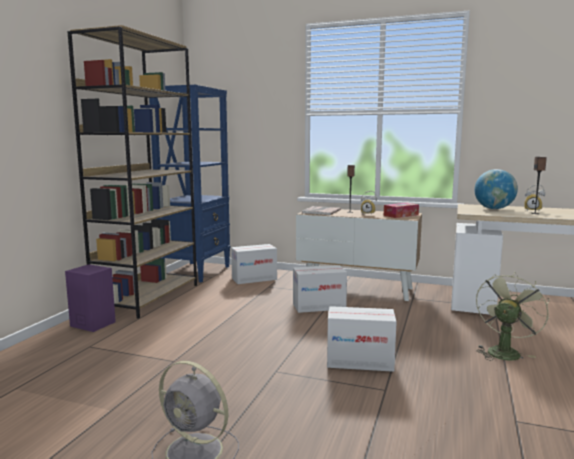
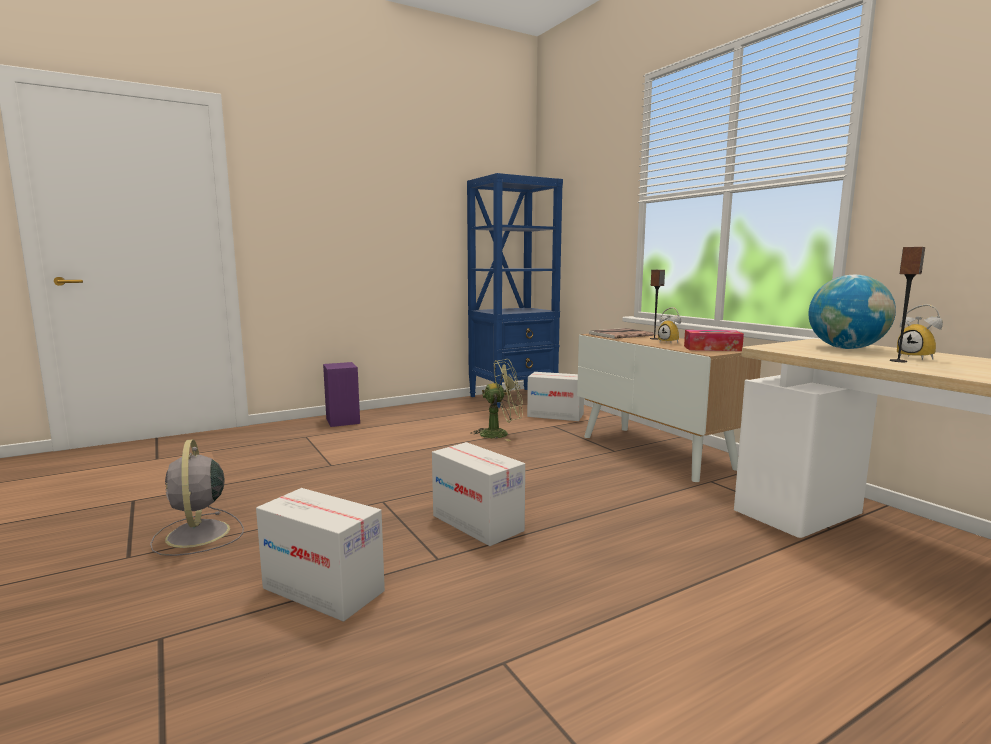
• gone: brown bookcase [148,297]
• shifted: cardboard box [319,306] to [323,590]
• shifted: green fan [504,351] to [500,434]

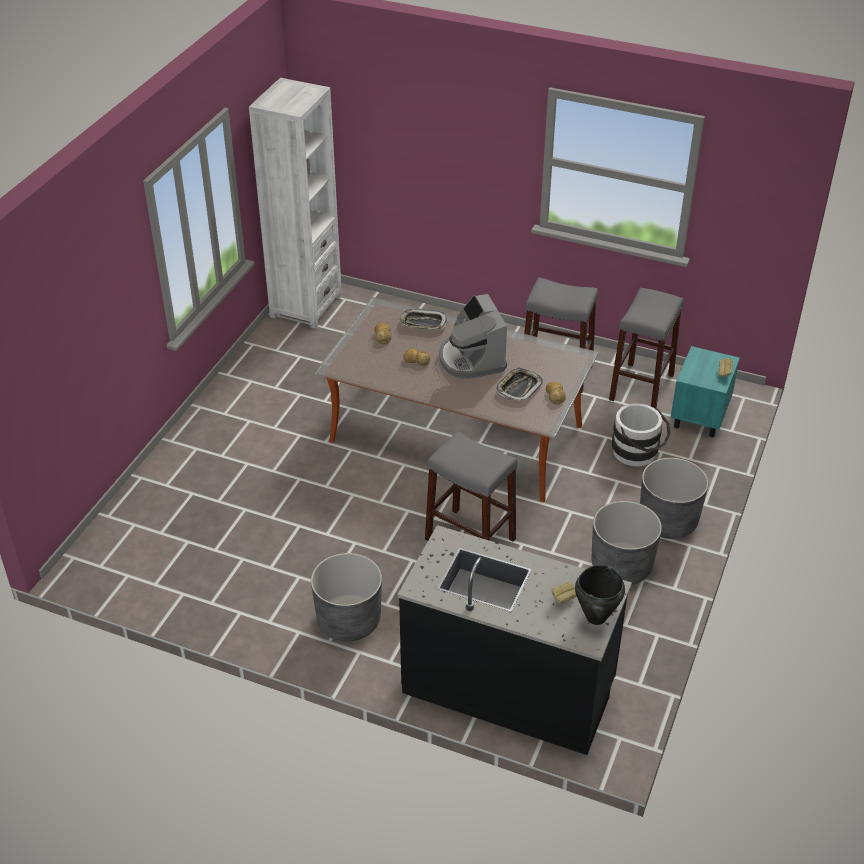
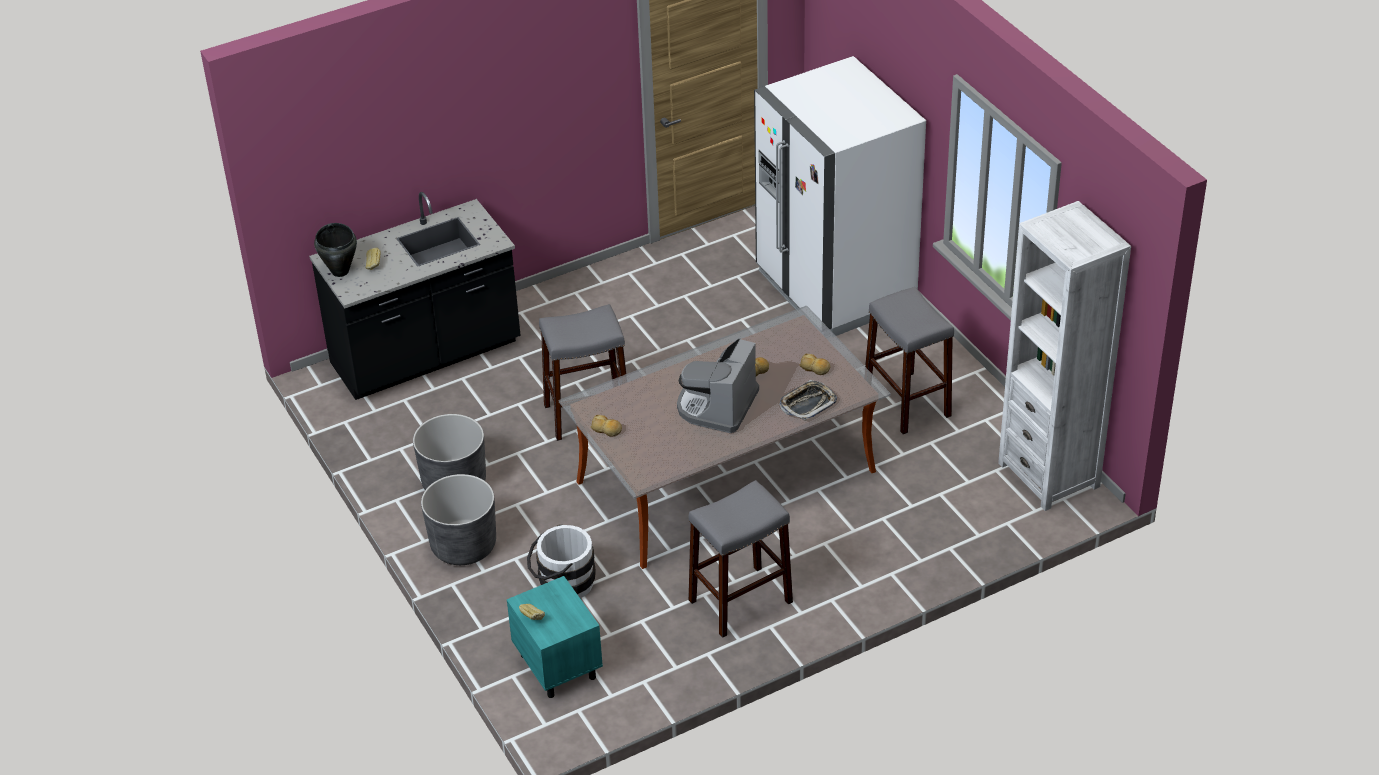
• gone: grey planter [349,620]
• gone: tray [519,387]
• new: white fridge [835,288]
• shifted: grey stool [641,387] to [907,402]
• rotated: coffee machine [471,359] = [717,406] 90 degrees counterclockwise

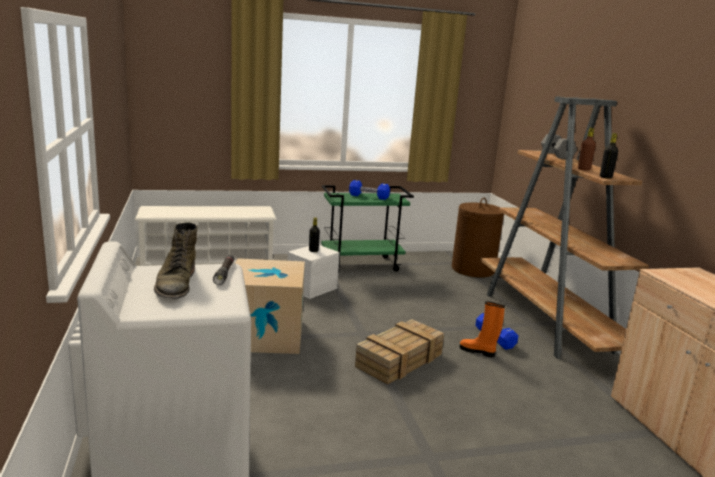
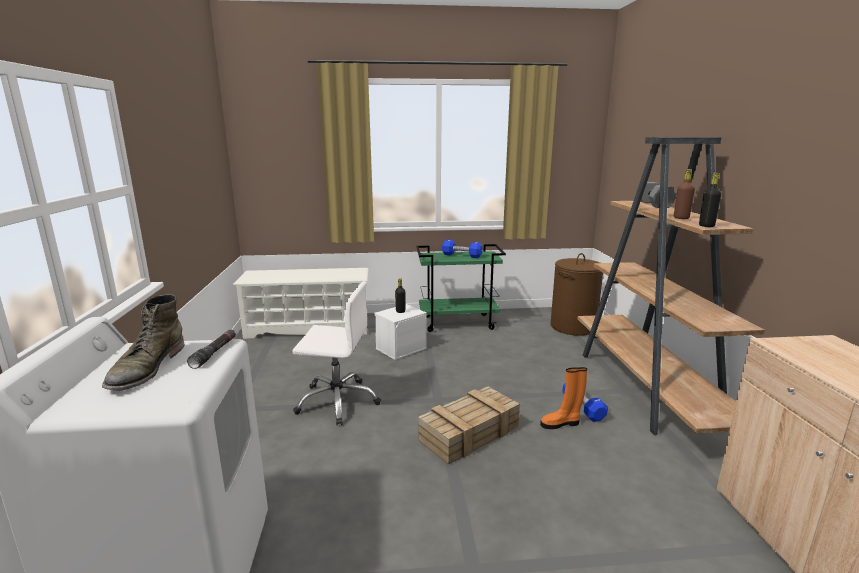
• swapped: cardboard box [266,335] to white office chair [338,401]
• rotated: orange boot [478,351] = [561,423] 45 degrees counterclockwise

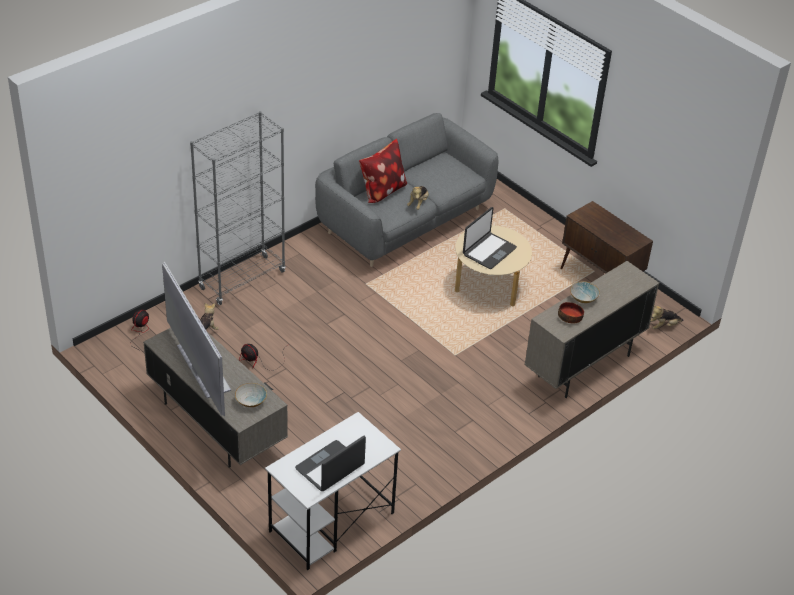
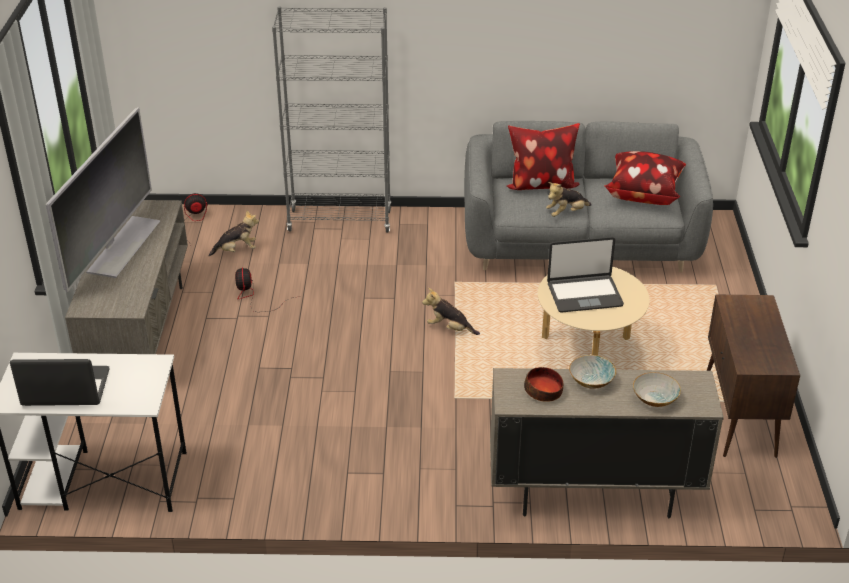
• new: pillow [643,194]
• shifted: bowl [251,401] to [654,399]
• shifted: plush toy [663,326] to [449,328]

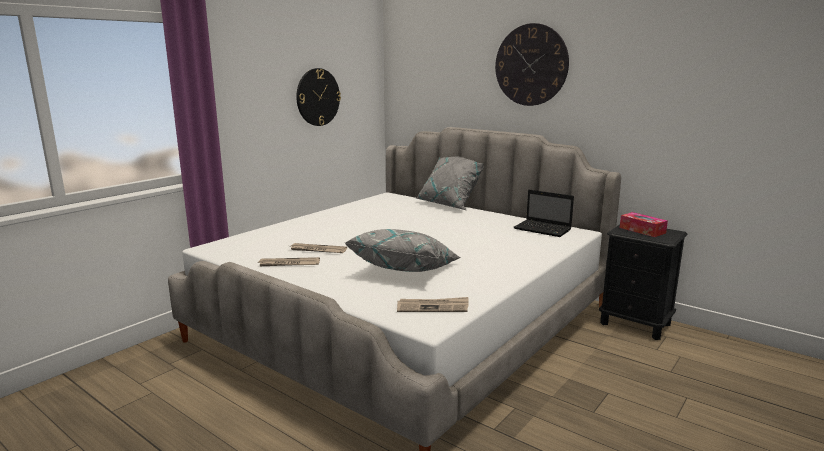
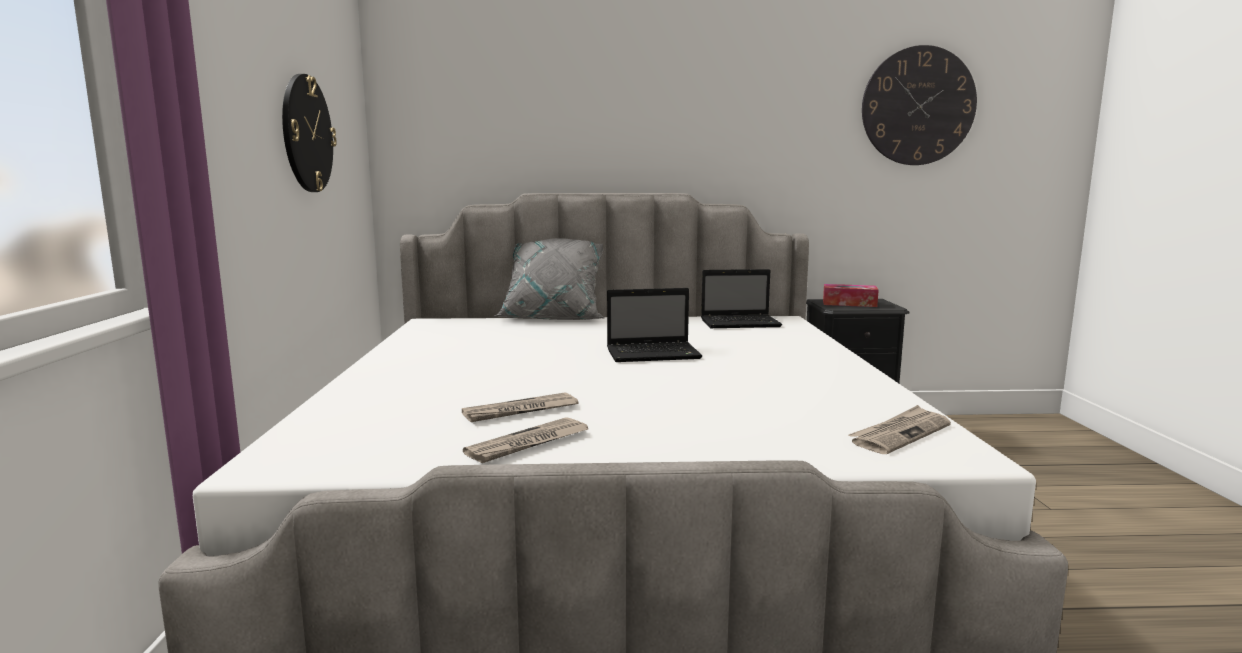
• gone: grey pillow [406,270]
• new: laptop [655,354]
• shifted: wall clock [531,65] to [918,106]

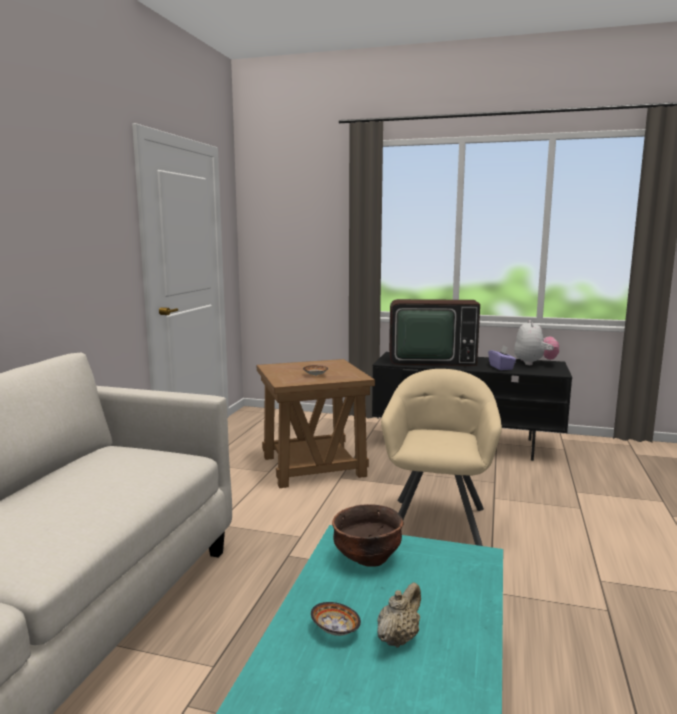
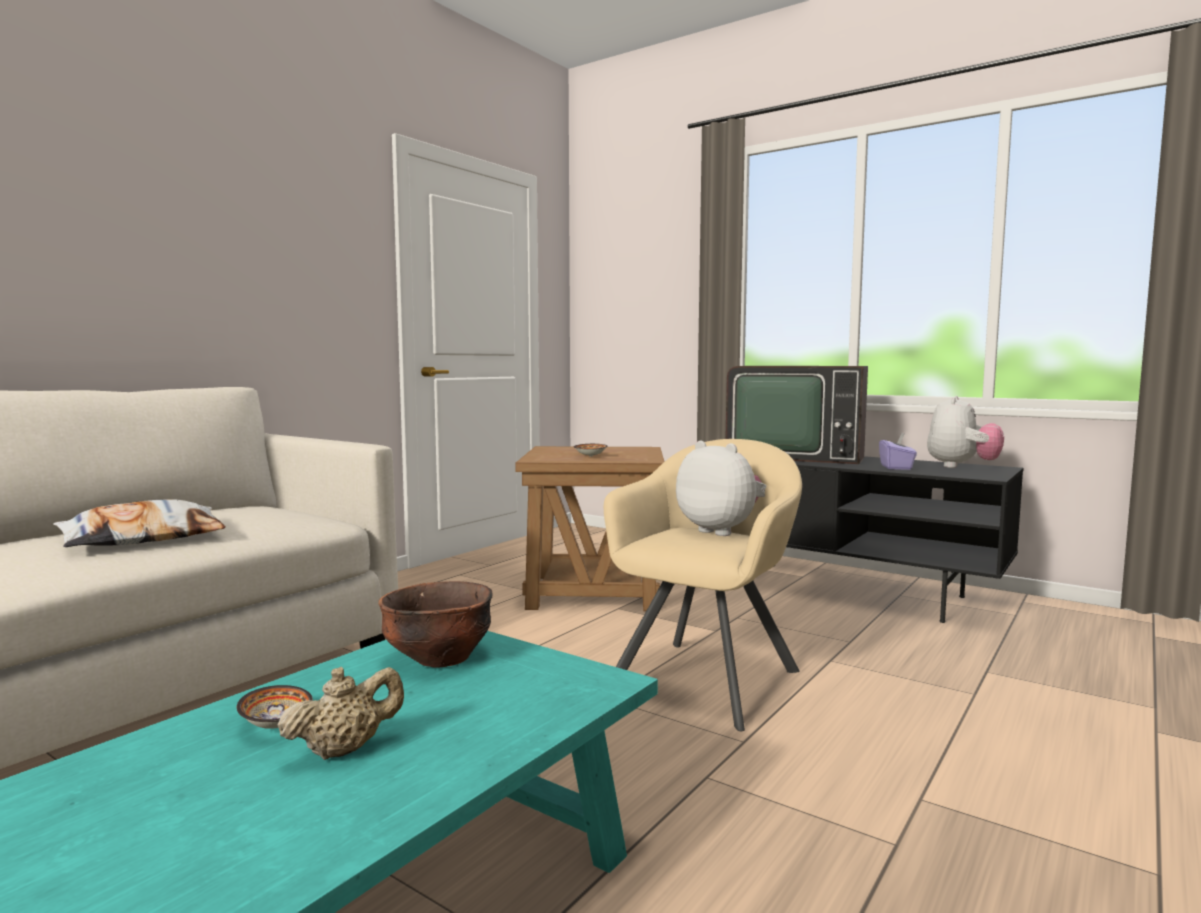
• new: pillow [144,538]
• new: plush toy [722,531]

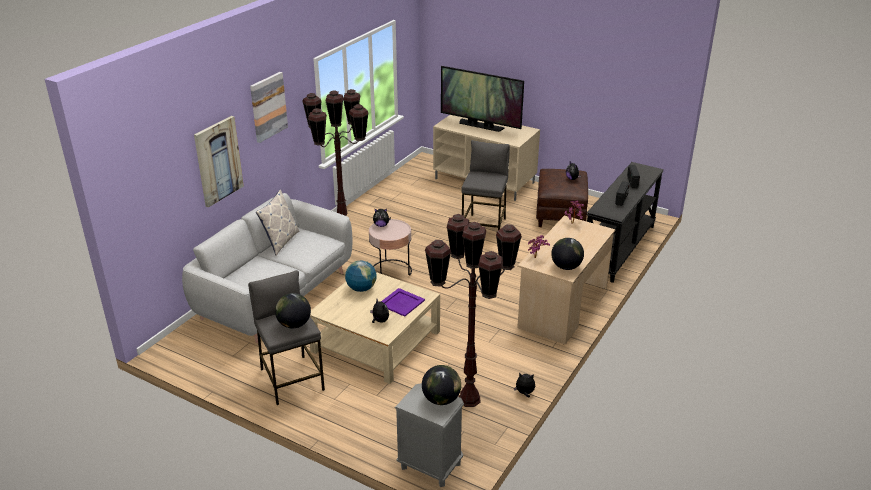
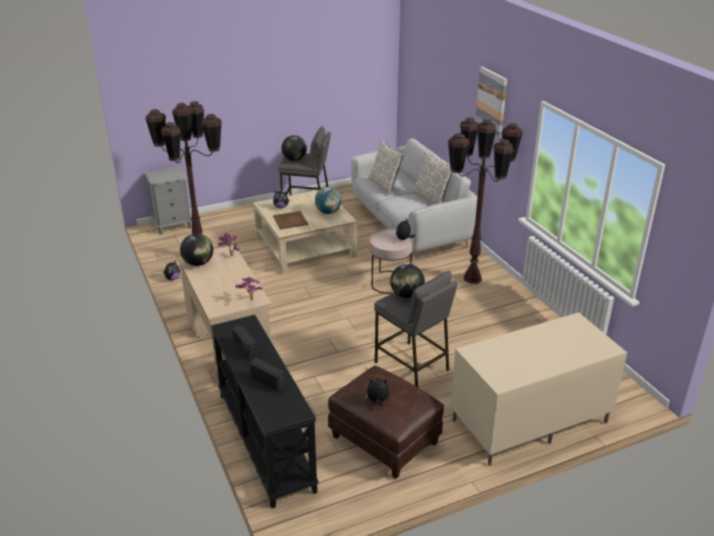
• gone: picture [218,161]
• gone: television [480,125]
• new: pillow [385,185]
• shifted: globe [441,399] to [406,295]
• repainted: purple tray [401,302] to brown tray [290,220]

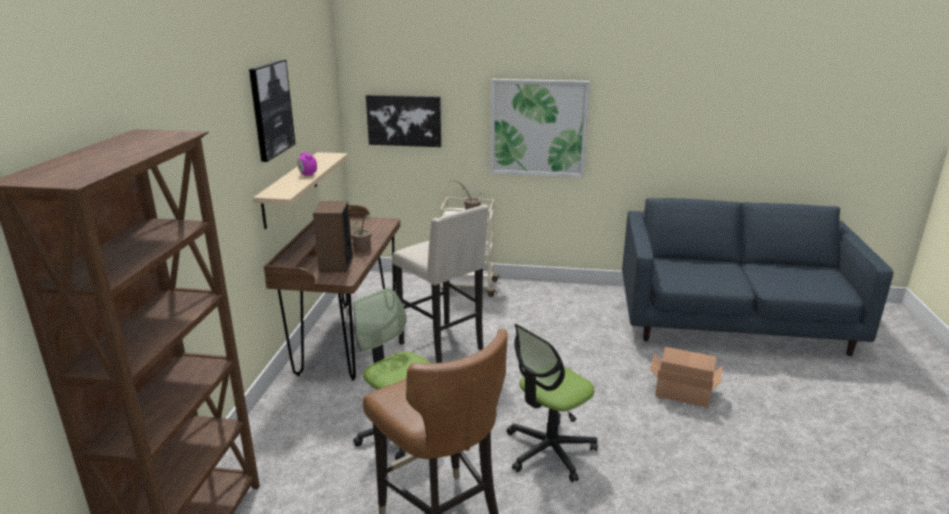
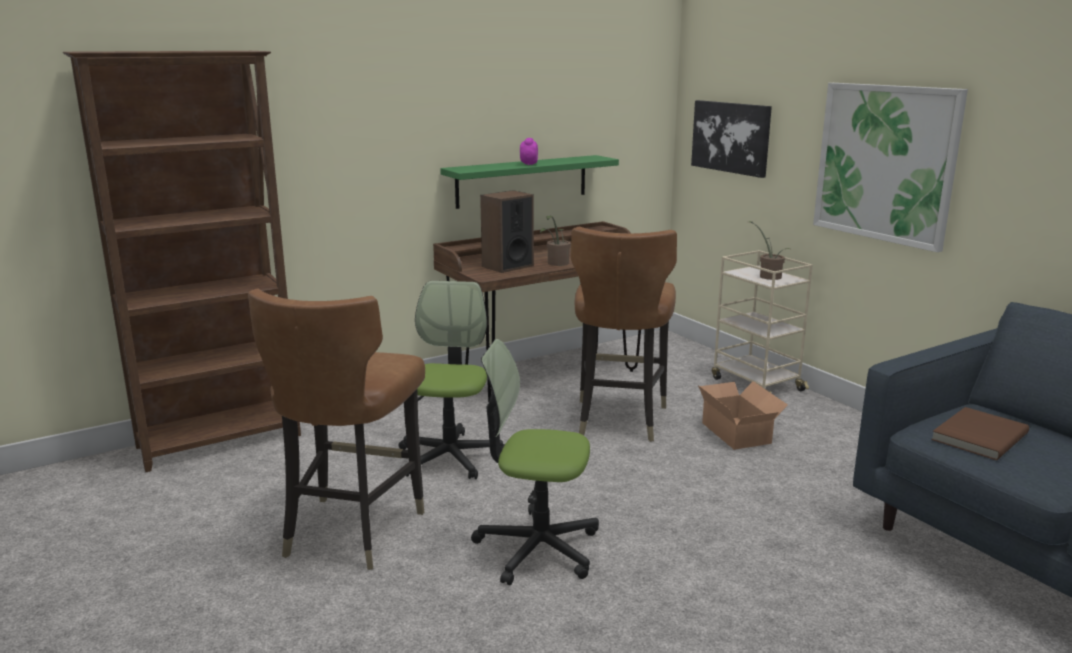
• gone: picture [271,109]
• new: brown book [977,436]
• shifted: cardboard box [682,391] to [737,432]
• swapped: beige stool [443,347] to brown chair [619,419]
• repainted: beige shelf [290,189] to green shelf [522,181]

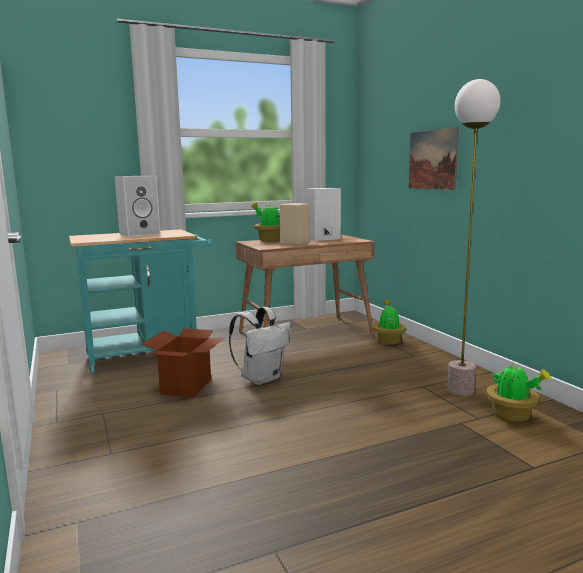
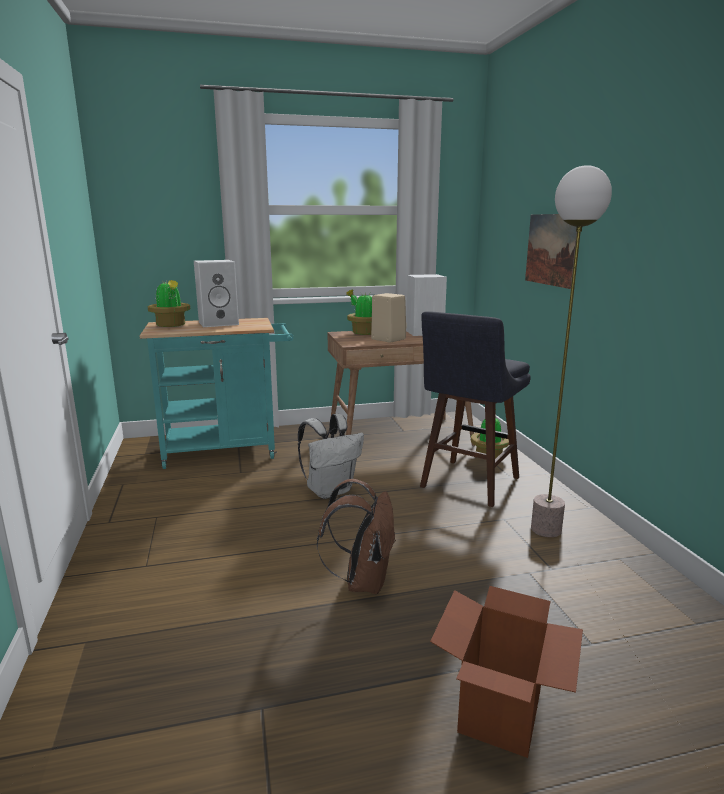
• new: brown backpack [363,581]
• new: blue stool [467,484]
• shifted: cardboard box [186,387] to [500,712]
• shifted: potted plant [512,416] to [171,325]

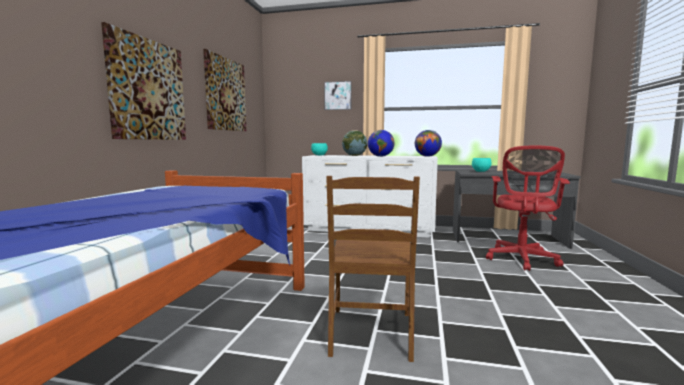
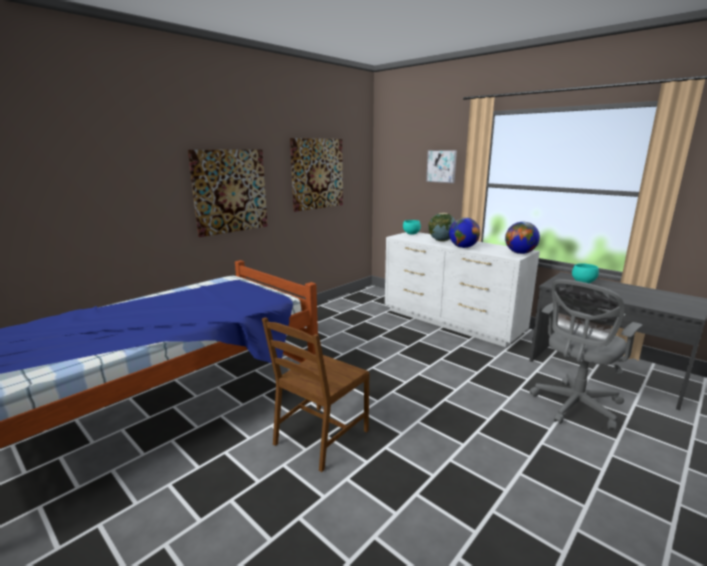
• repainted: red office chair [521,260] to grey office chair [574,406]

